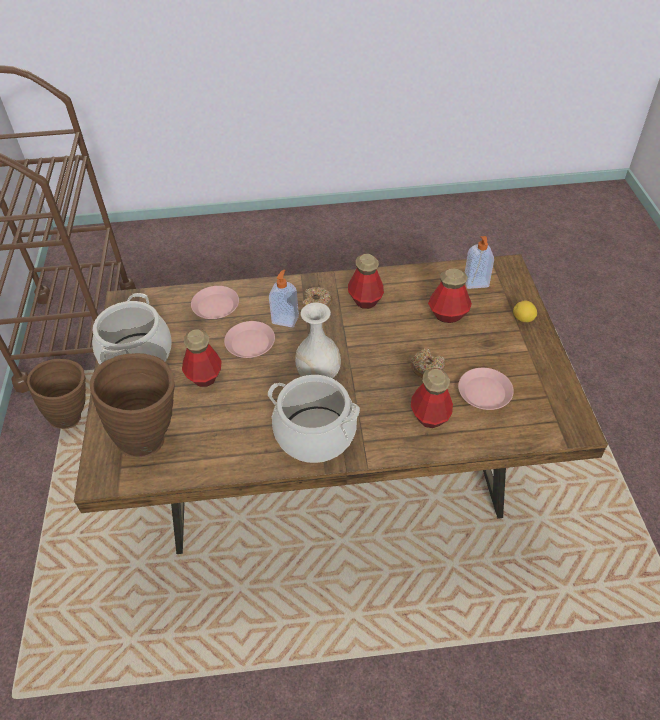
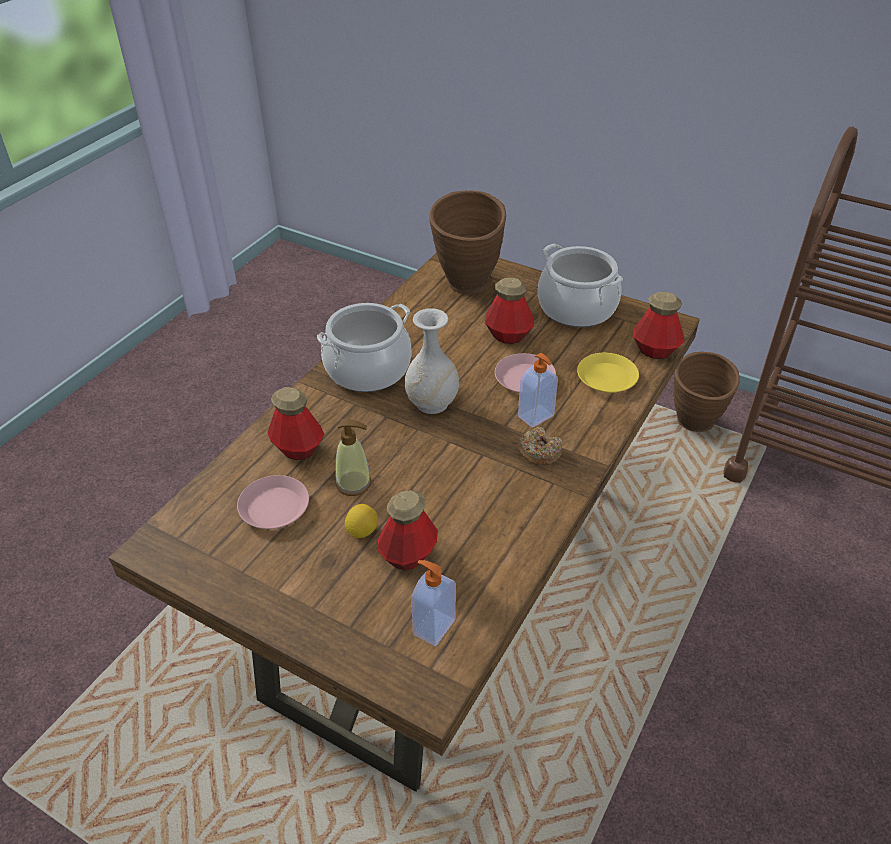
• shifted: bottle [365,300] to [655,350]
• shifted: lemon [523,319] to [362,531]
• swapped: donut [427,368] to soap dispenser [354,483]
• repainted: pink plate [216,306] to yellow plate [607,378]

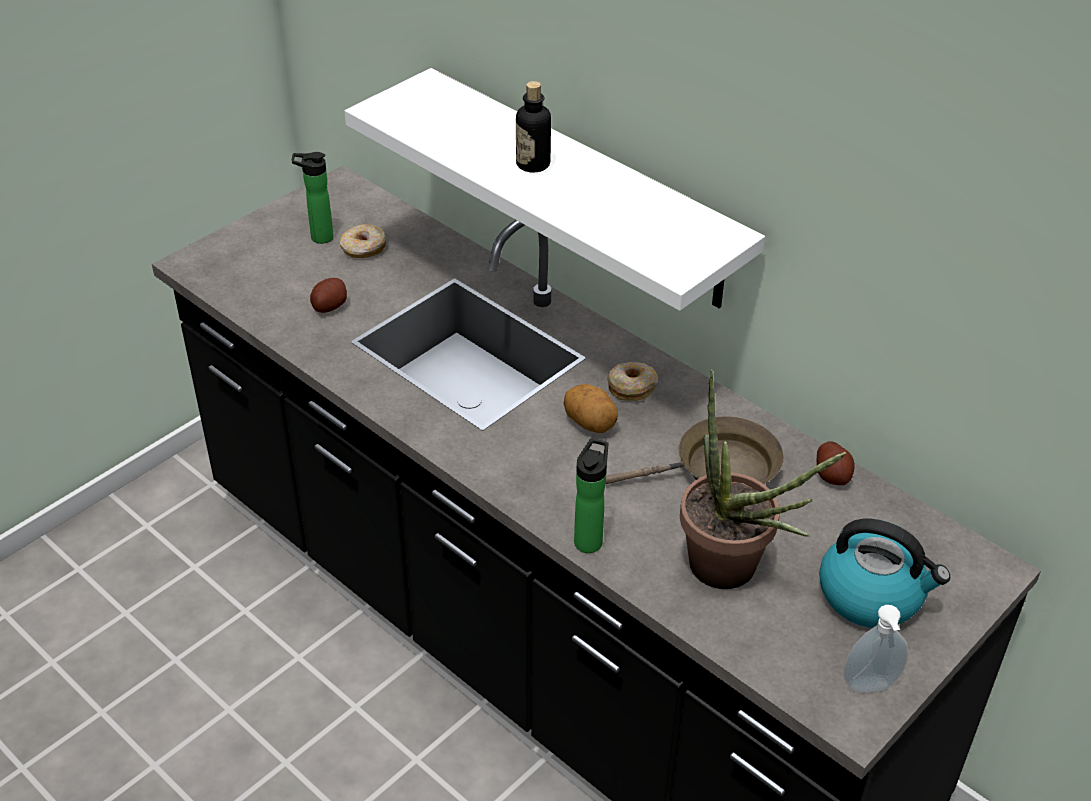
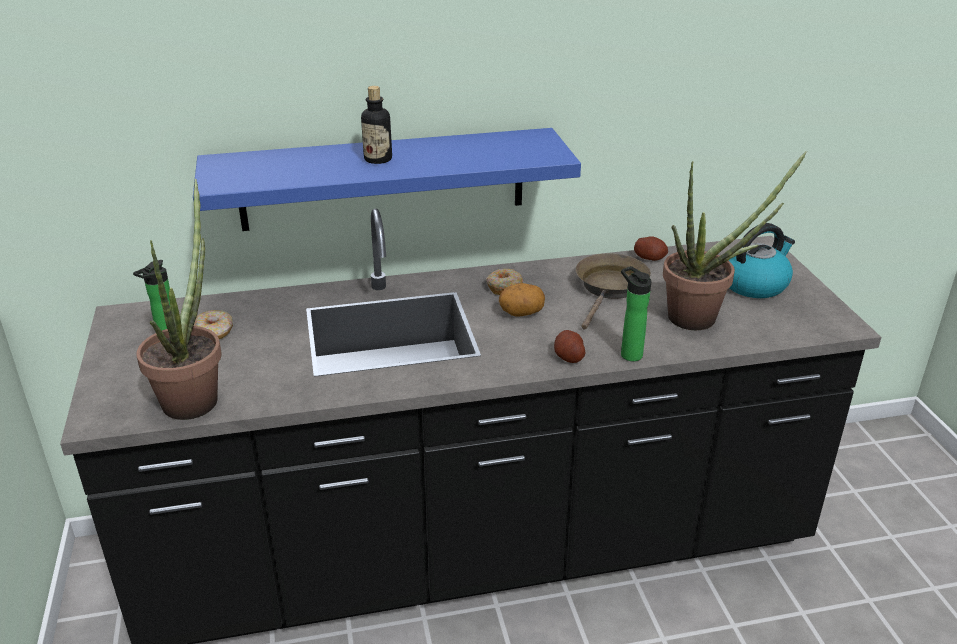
• gone: soap dispenser [871,687]
• new: potted plant [195,395]
• shifted: potato [329,306] to [568,357]
• repainted: white shelf [583,188] to blue shelf [383,179]

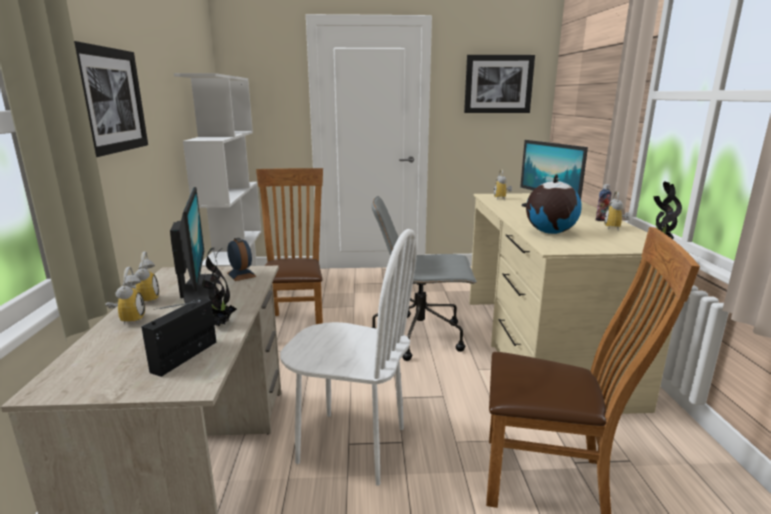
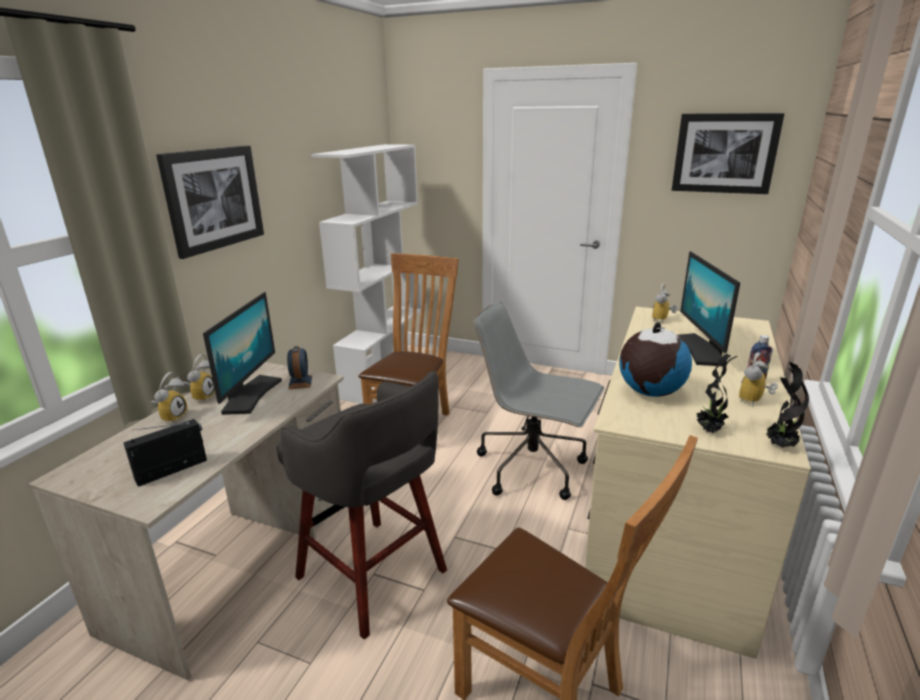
• shifted: potted plant [220,325] to [709,431]
• swapped: white chair [351,445] to grey stool [375,577]

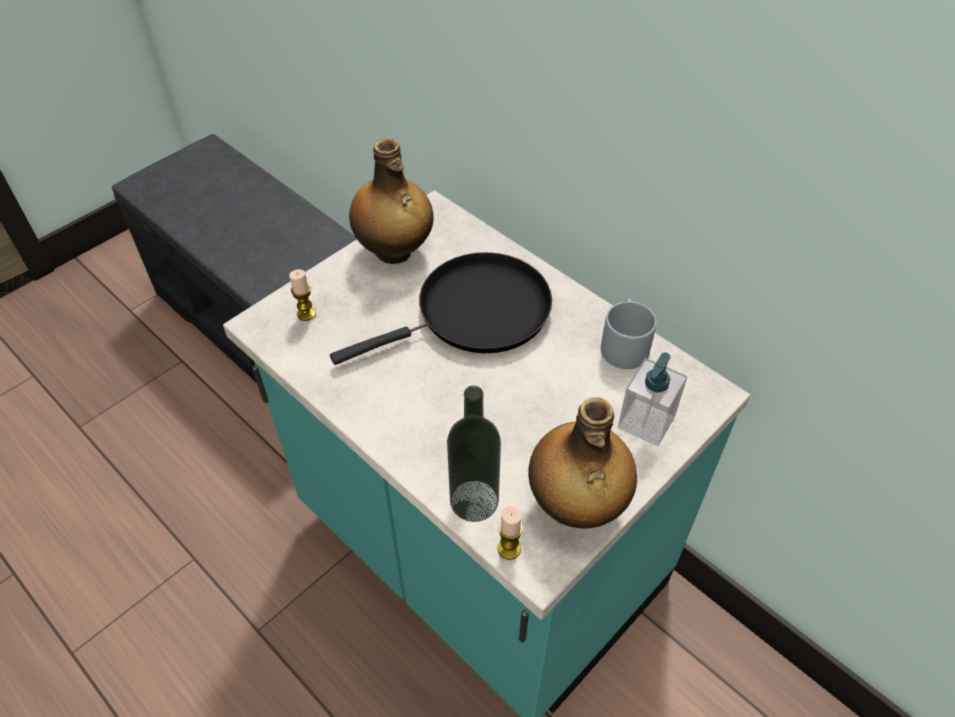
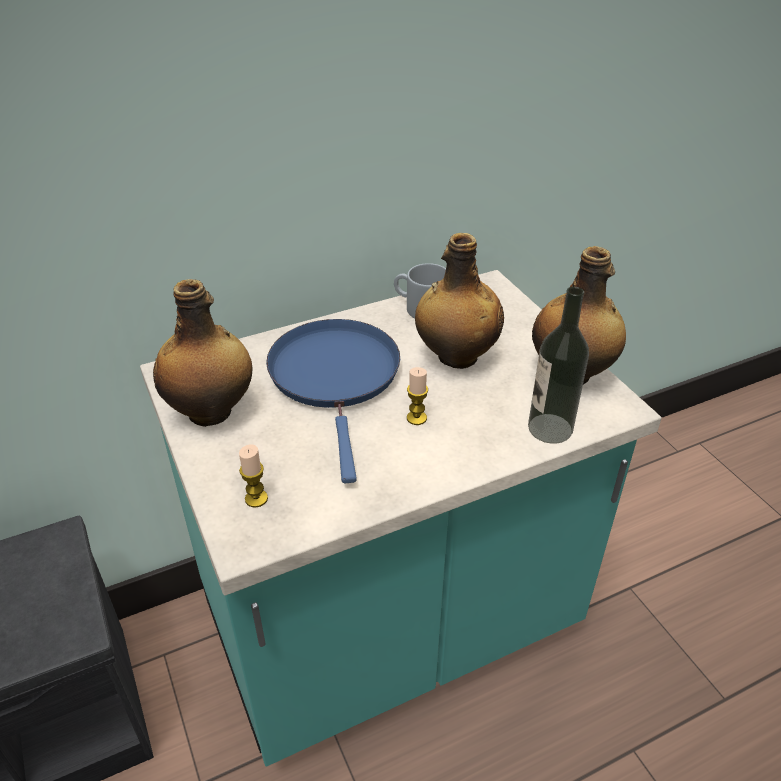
• gone: soap dispenser [646,422]
• new: bottle [456,357]
• shifted: candle [509,549] to [416,418]
• repainted: black frying pan [476,313] to blue frying pan [336,377]

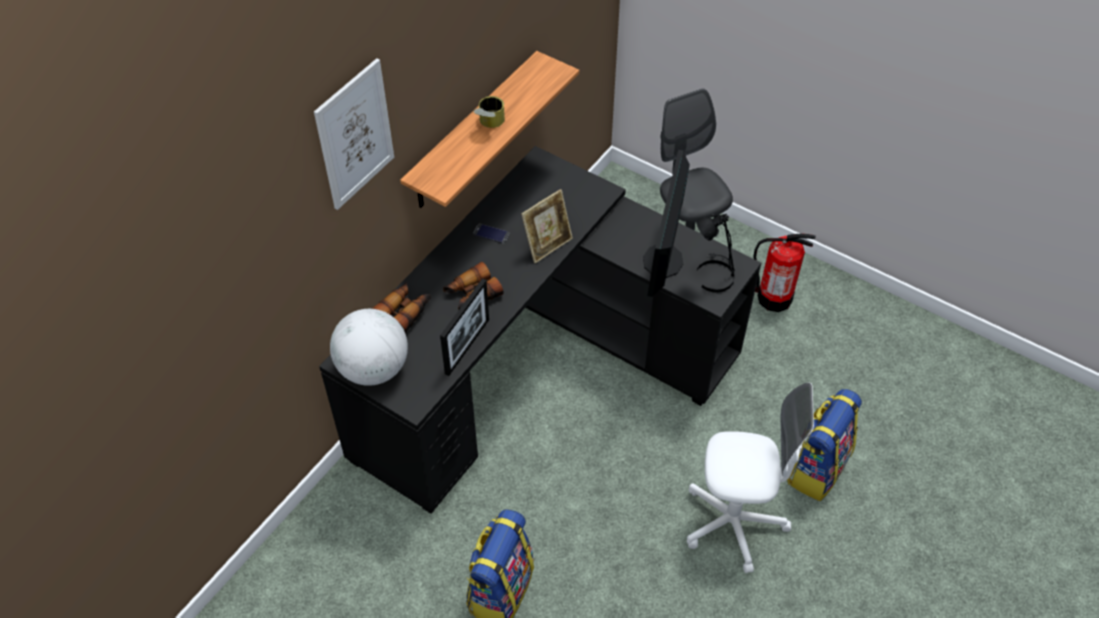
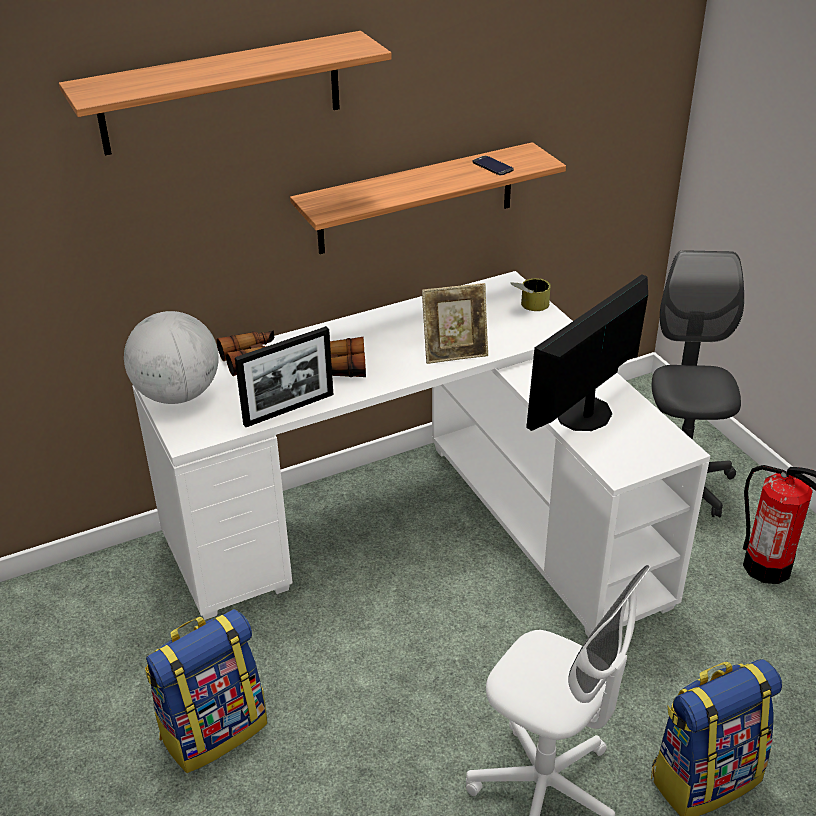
• gone: black table lamp [713,275]
• shifted: can [489,124] to [528,307]
• shifted: phone [491,234] to [492,166]
• swapped: picture [355,135] to shelf [221,93]
• repainted: black desk [535,366] to white desk [425,526]

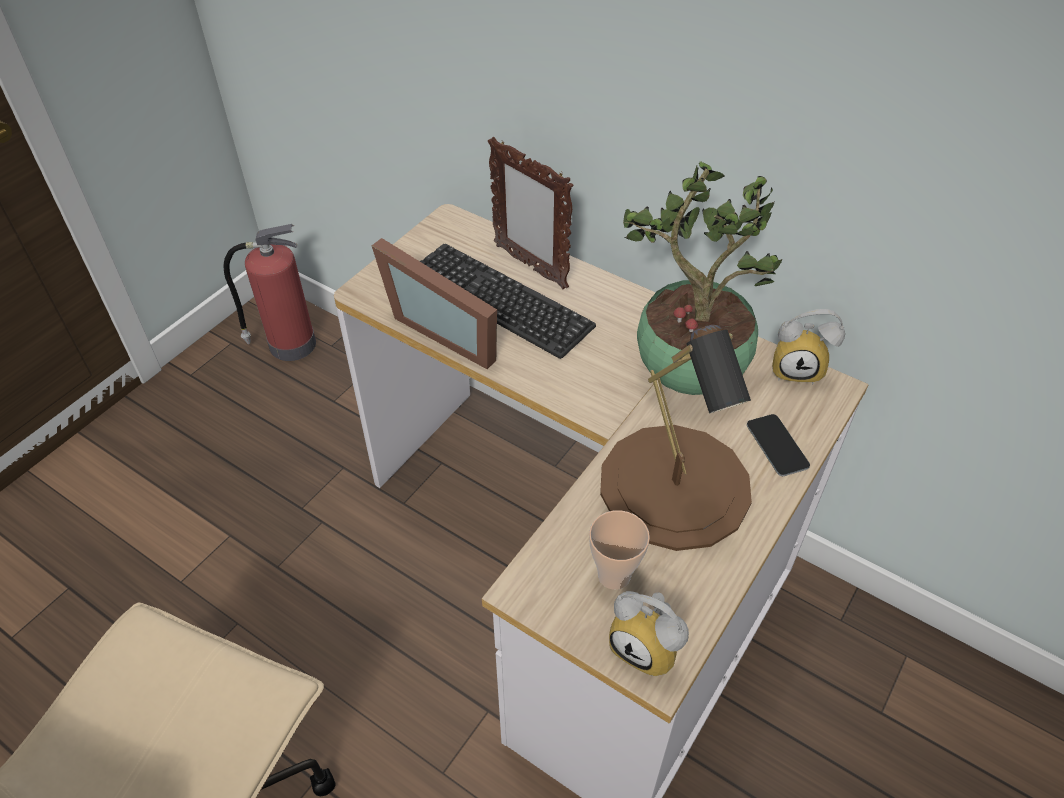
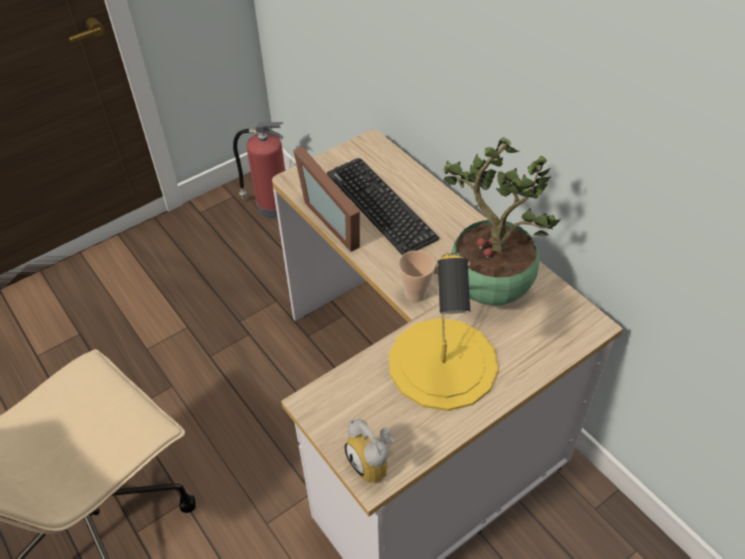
• gone: picture frame [530,266]
• gone: phone [777,445]
• gone: alarm clock [798,369]
• shifted: cup [614,575] to [415,294]
• repainted: brown table lamp [675,486] to yellow table lamp [443,363]

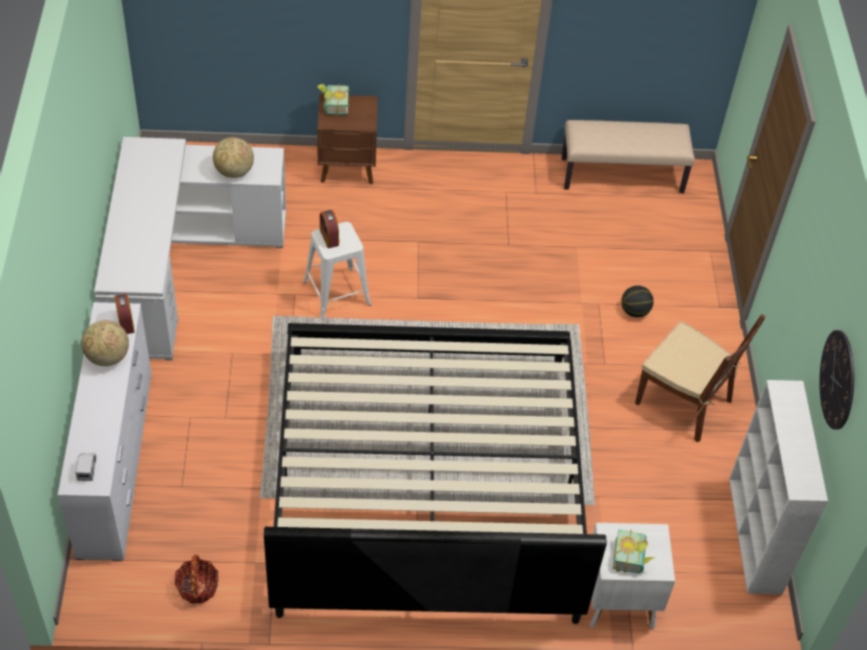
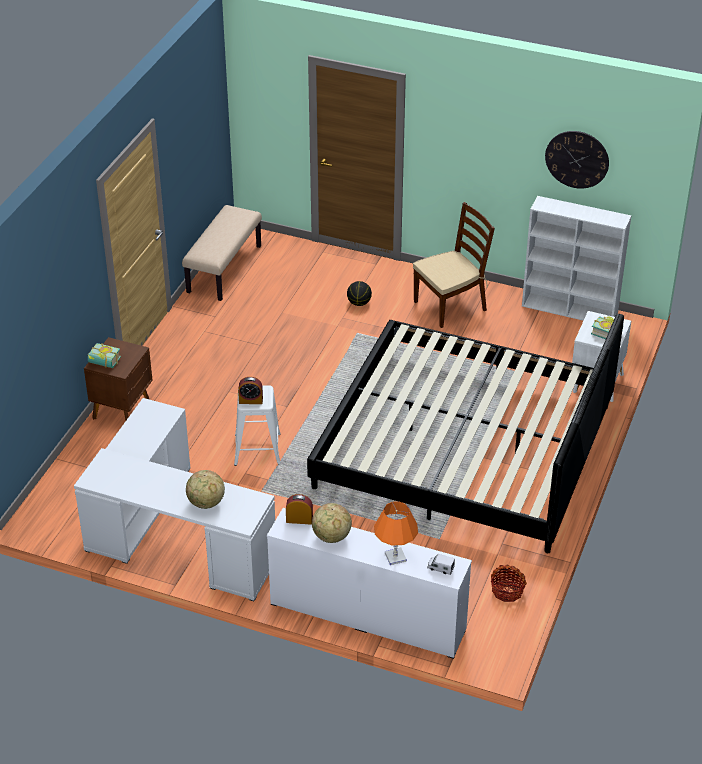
• new: orange table lamp [395,557]
• shifted: globe [234,172] to [206,503]

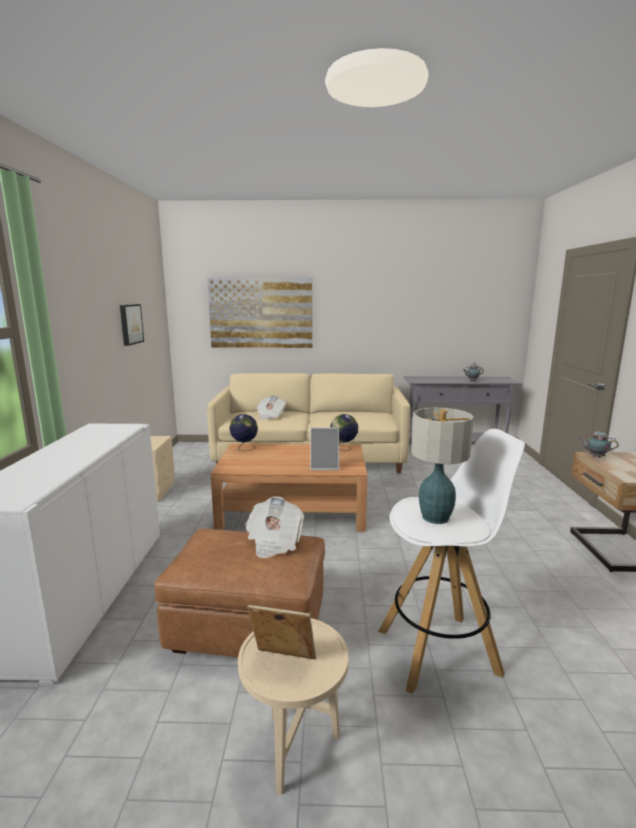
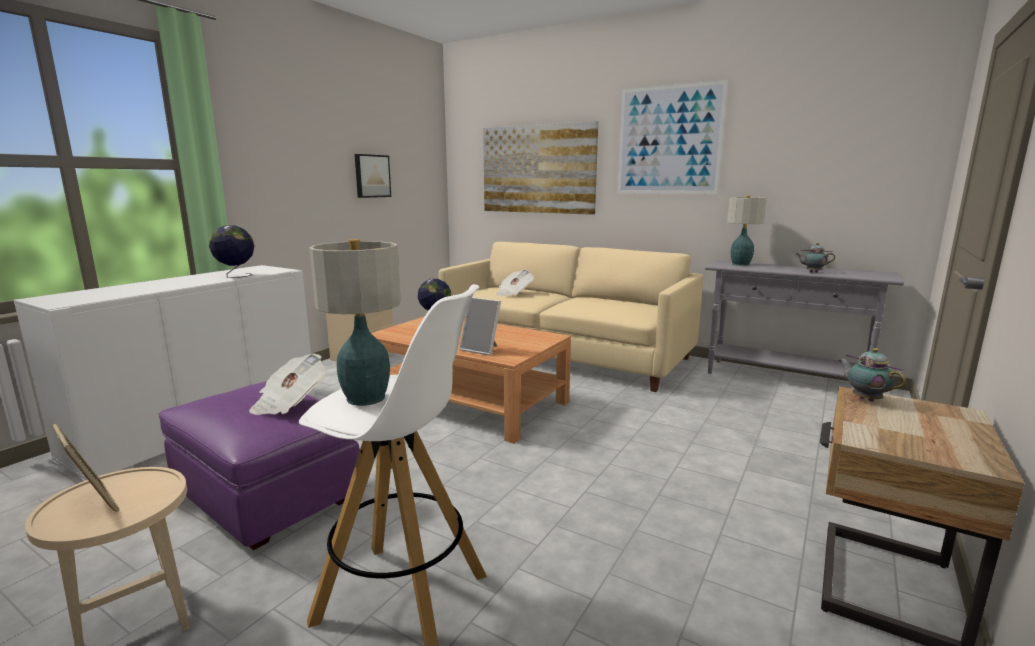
• new: picture [669,140]
• new: table lamp [740,264]
• shifted: globe [343,449] to [236,276]
• repainted: brown ottoman [248,627] to purple ottoman [267,496]

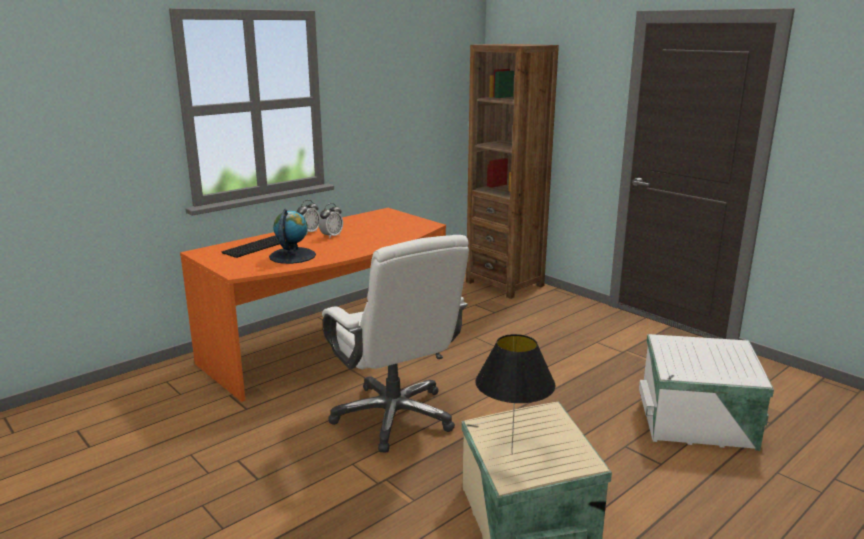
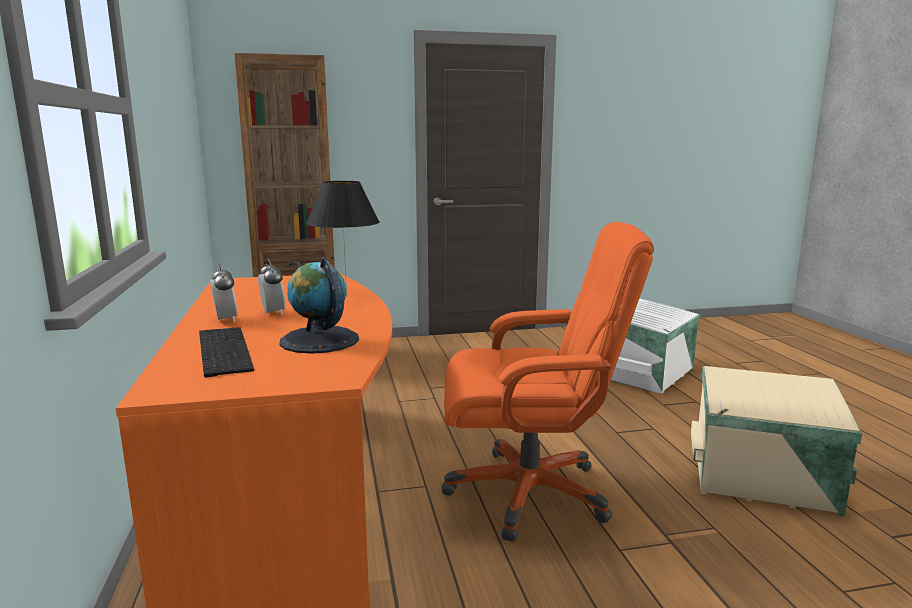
• shifted: black table lamp [512,453] to [346,296]
• repainted: white office chair [394,416] to orange office chair [530,492]

